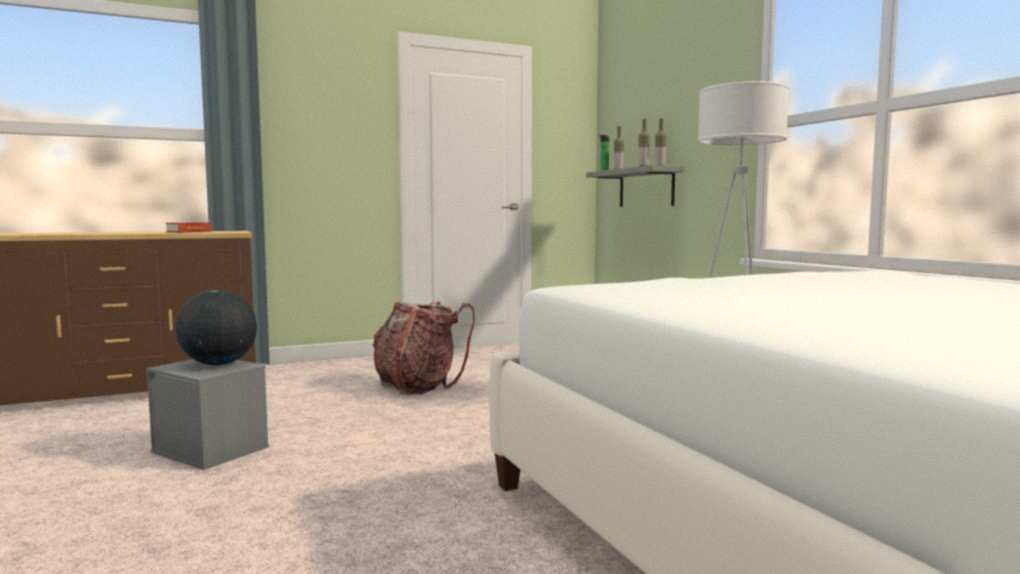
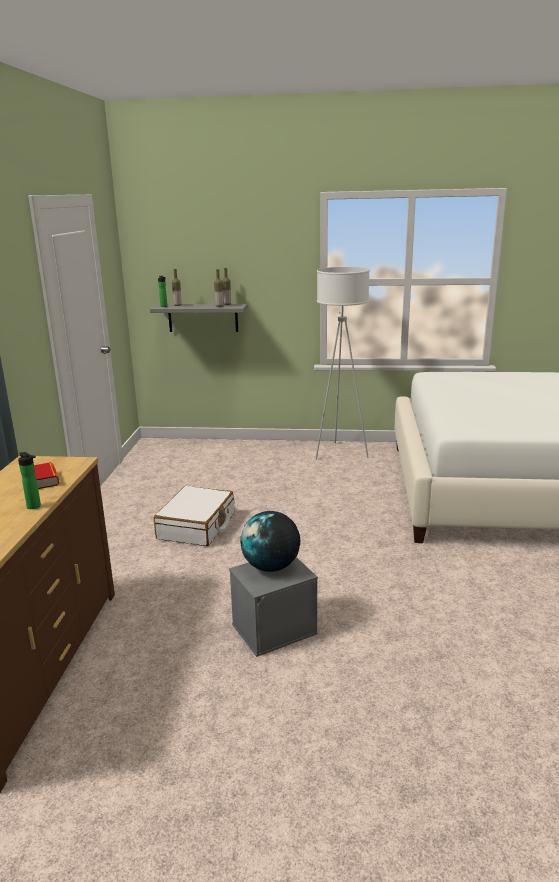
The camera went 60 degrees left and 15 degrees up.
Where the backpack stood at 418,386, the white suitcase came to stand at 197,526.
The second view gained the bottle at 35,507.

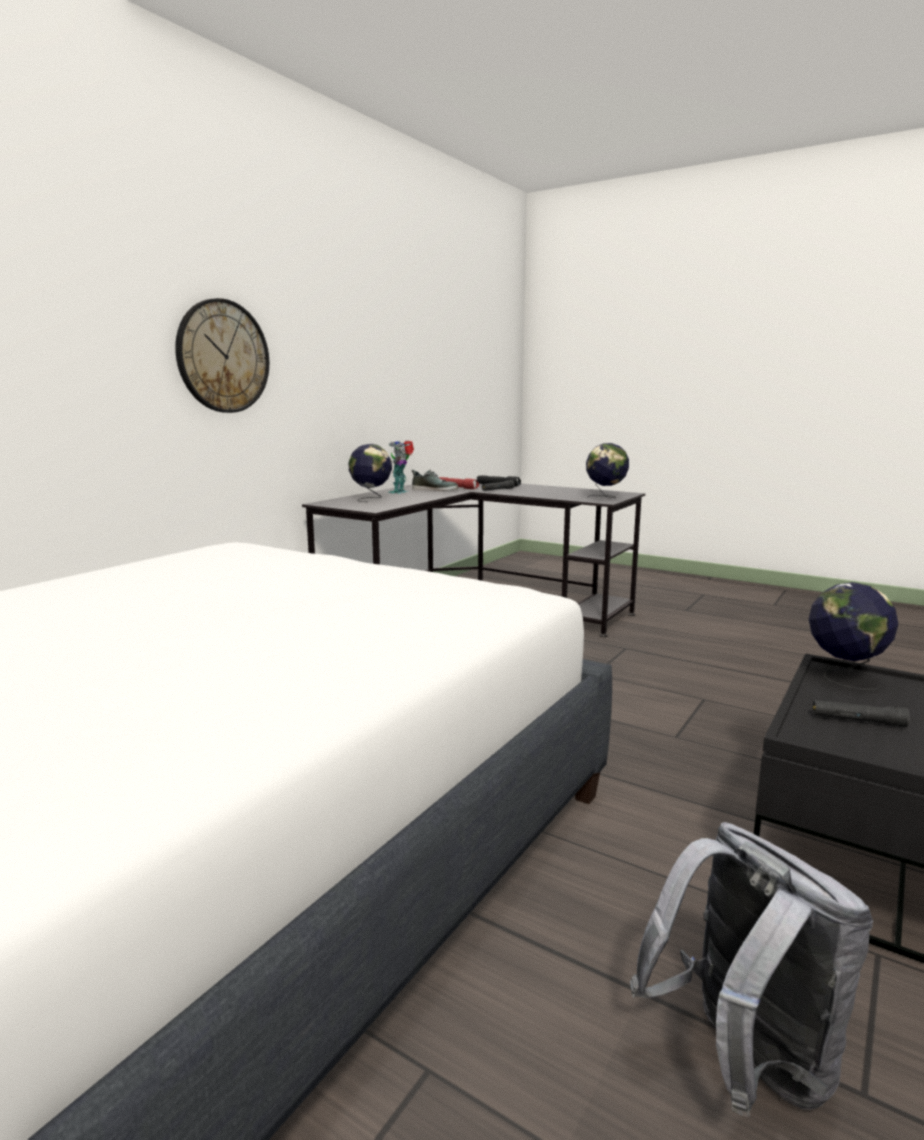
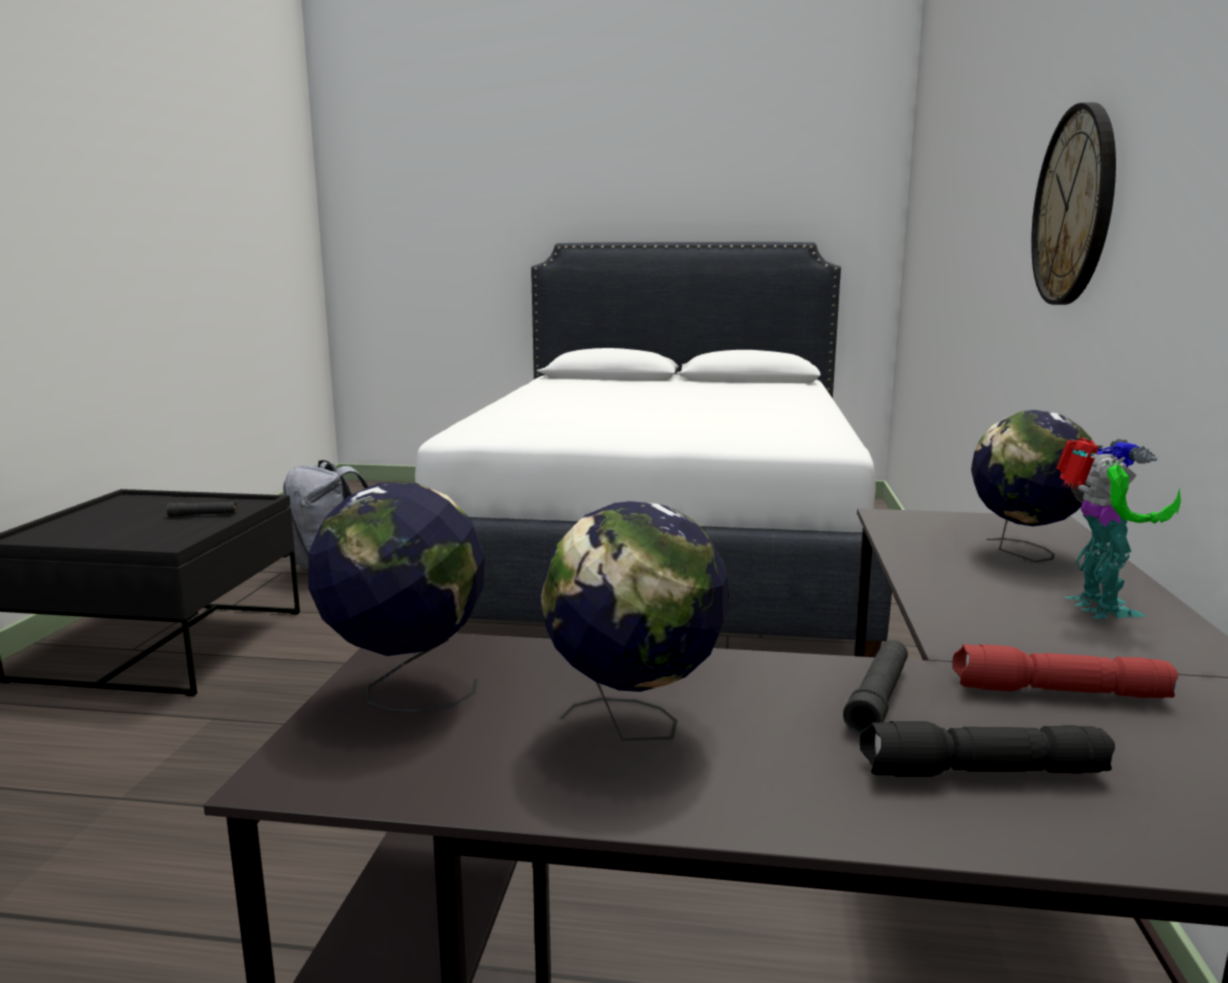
The camera went 155 degrees right and 0 degrees up.
The second view lost the shoe at 435,489.
The globe ended up elsewhere, having gone from 843,677 to 634,726.

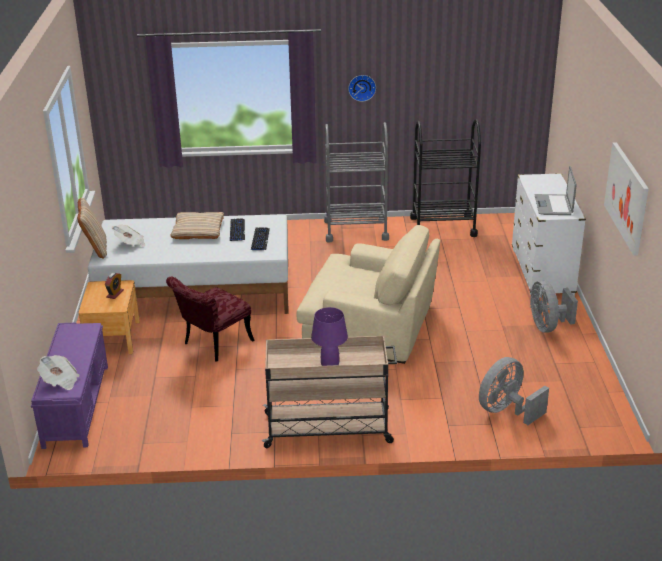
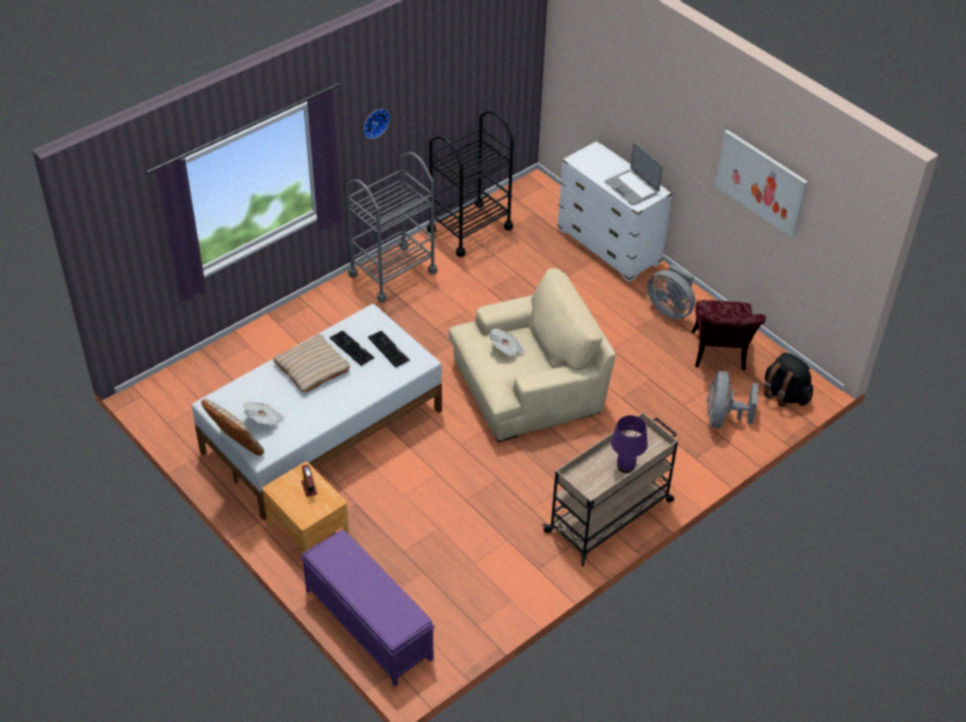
The camera went 40 degrees left and 15 degrees up.
The newspaper ended up elsewhere, having gone from 60,381 to 506,349.
The red chair ended up elsewhere, having gone from 213,345 to 719,356.
The second view gained the black backpack at 784,394.

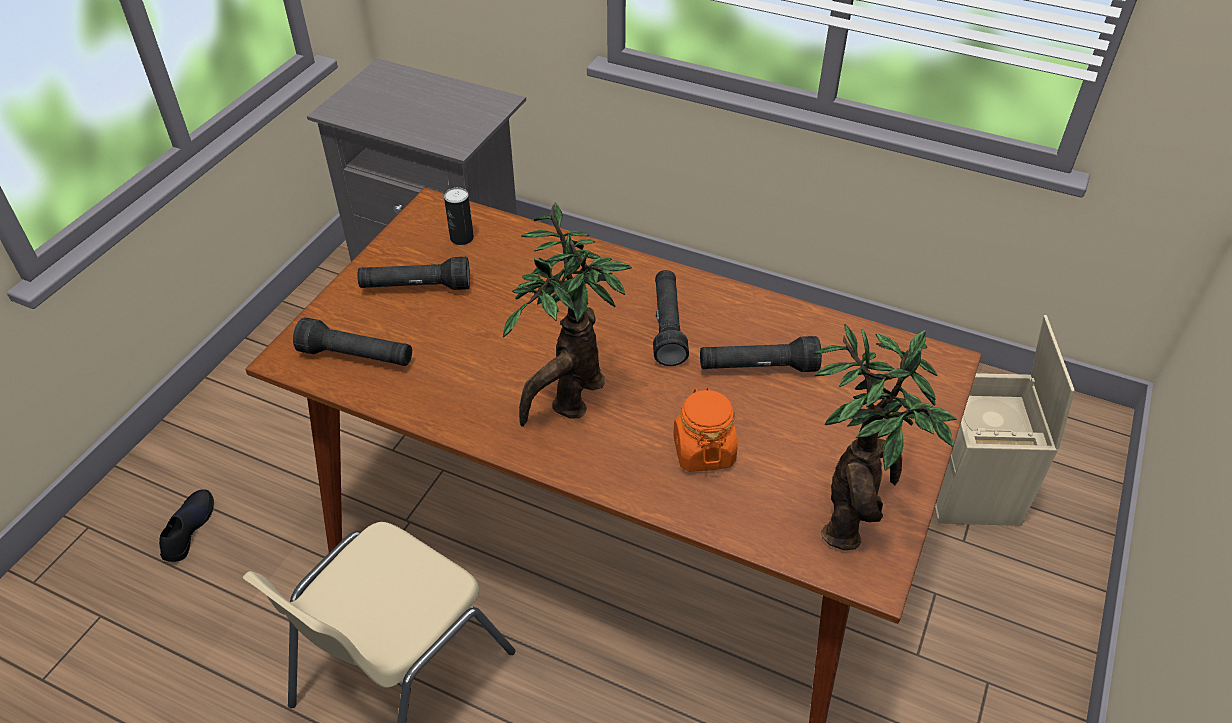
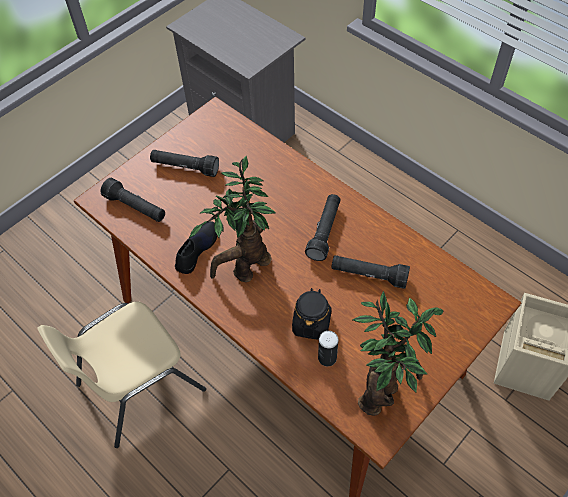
The camera went 20 degrees right and 10 degrees up.
The black shoe ended up elsewhere, having gone from 188,529 to 196,249.
The can ended up elsewhere, having gone from 462,238 to 327,358.
What was the orange jar at 703,451 turned into the black jar at 311,323.

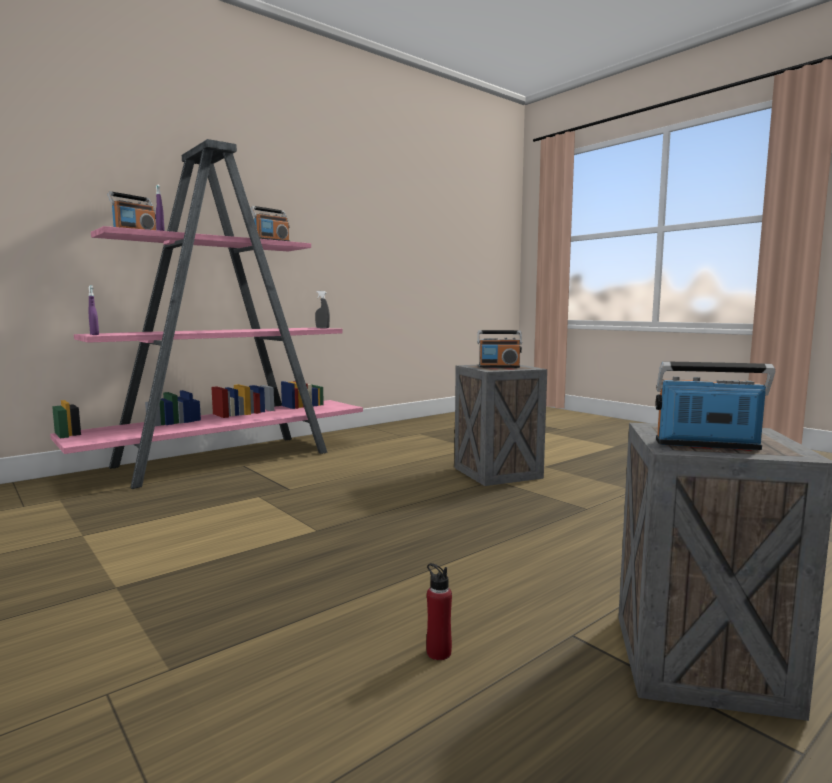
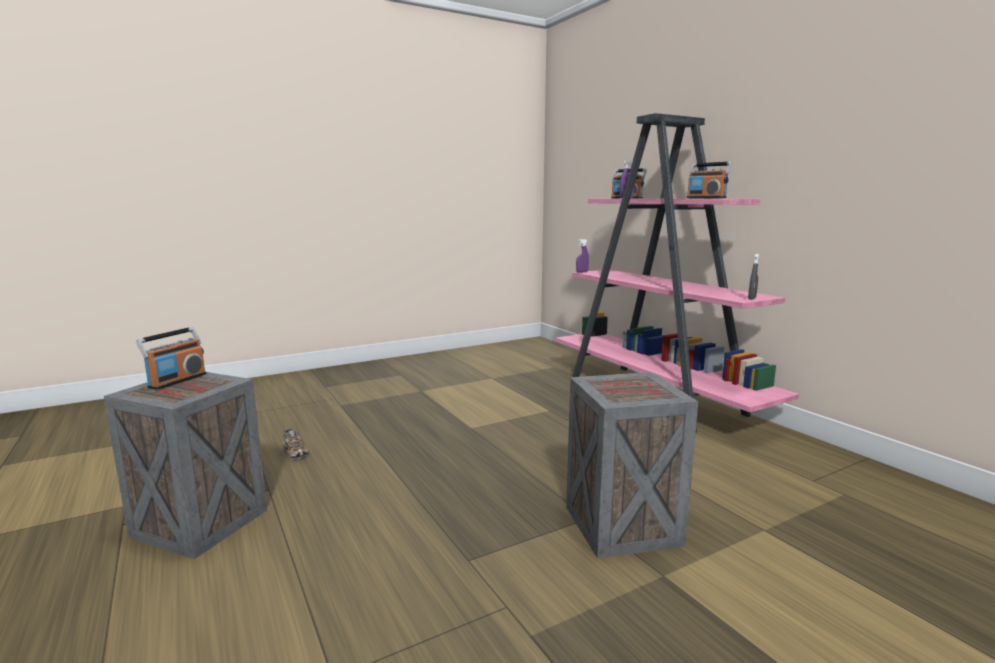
The camera went 100 degrees right and 5 degrees up.
Where the red bottle stood at 438,652, the shoe came to stand at 295,452.
The second view lost the radio at 499,367.

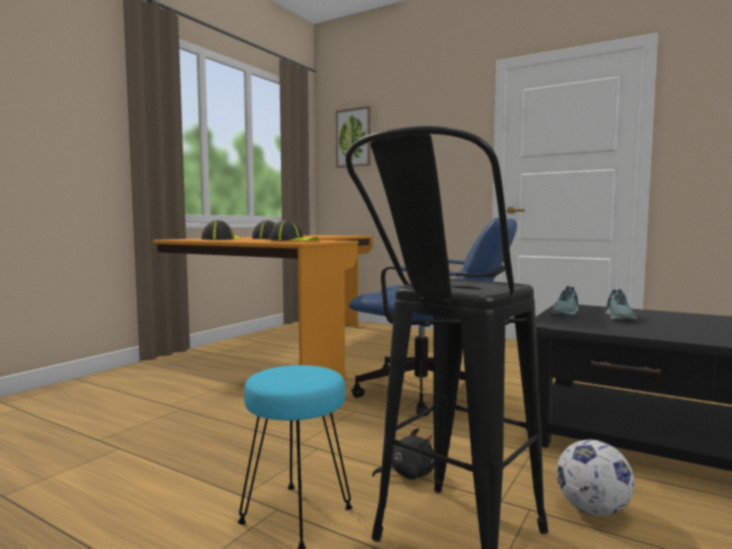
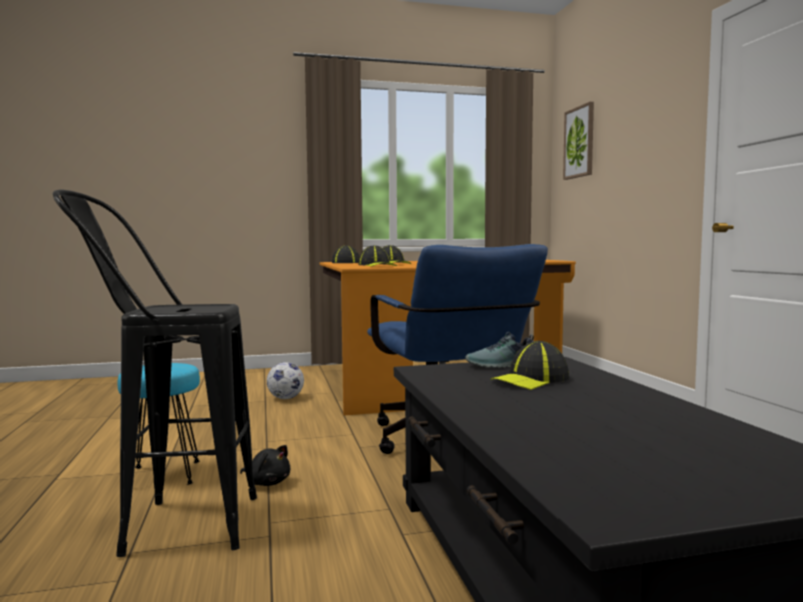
The camera went 45 degrees right and 0 degrees up.
The football ended up elsewhere, having gone from 593,510 to 286,398.
Where the shoe stood at 620,317, the cap came to stand at 530,379.

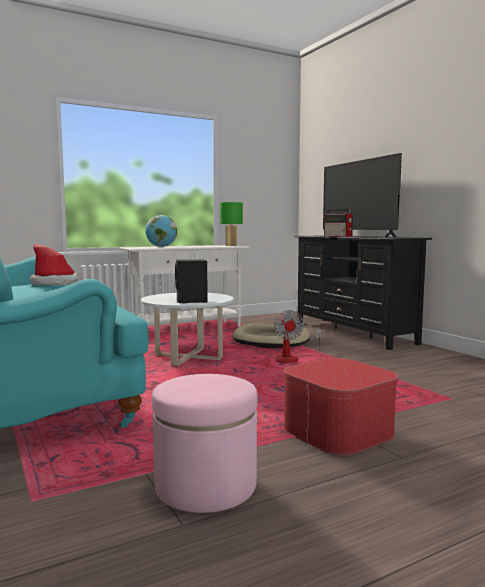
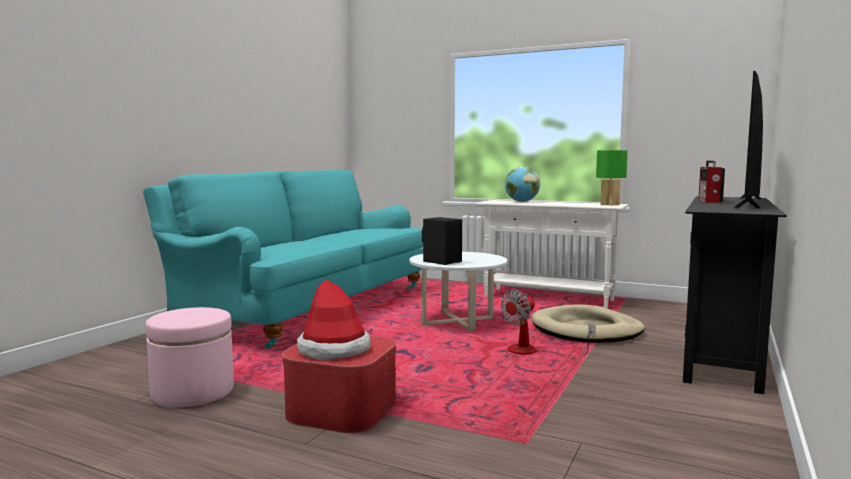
The camera went 55 degrees right and 0 degrees up.
The hat ended up elsewhere, having gone from 55,283 to 334,349.

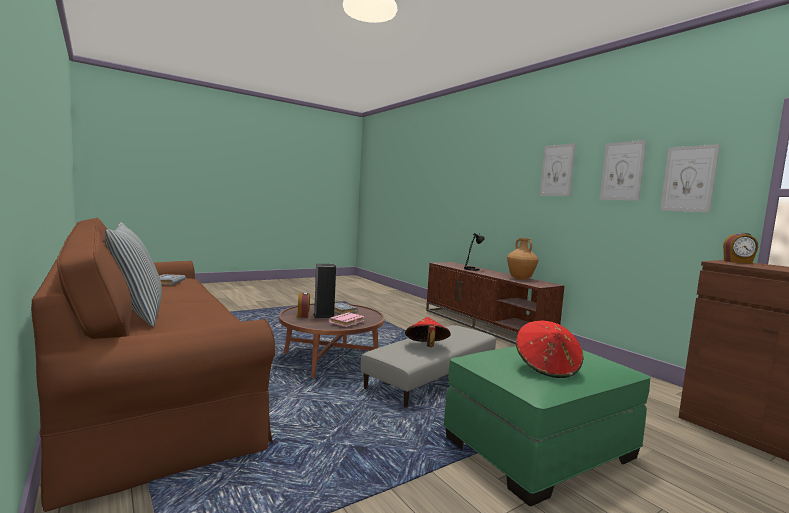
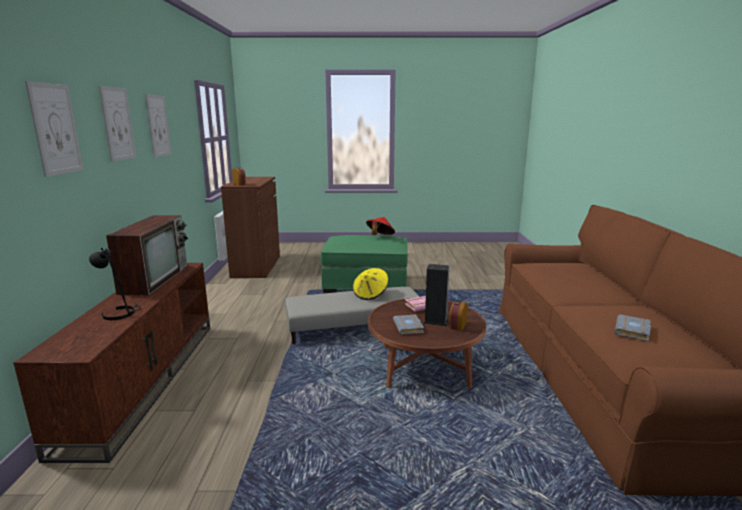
The camera went 145 degrees left and 10 degrees up.
The second view lost the pillow at 136,315.
What was the red hat at 426,347 turned into the yellow hat at 370,294.
Where the brown vase stood at 520,279, the television came to stand at 155,278.
The picture ended up elsewhere, having gone from 688,179 to 55,129.

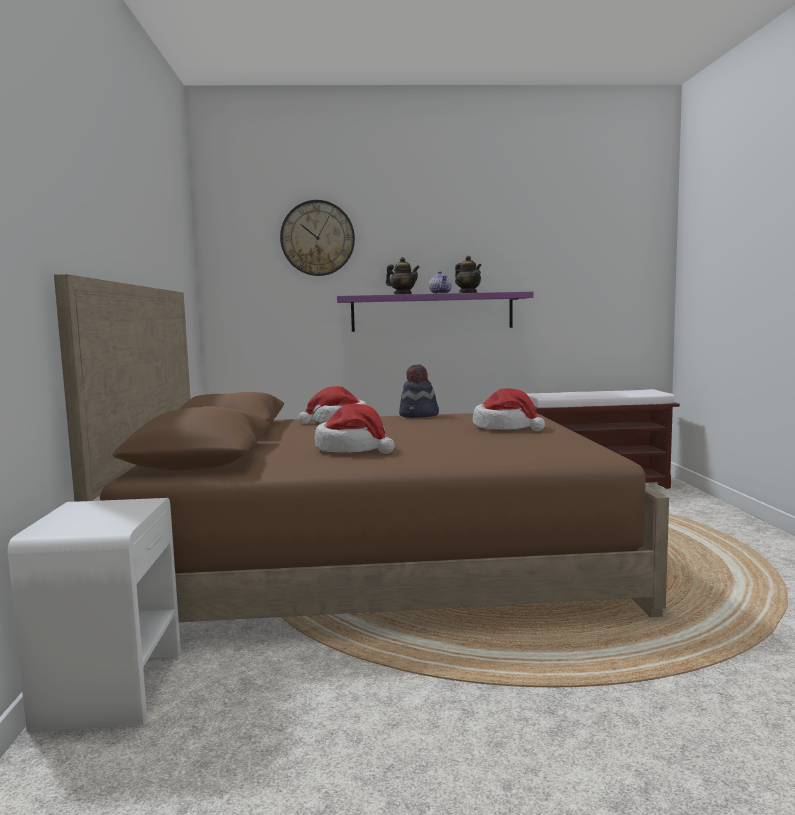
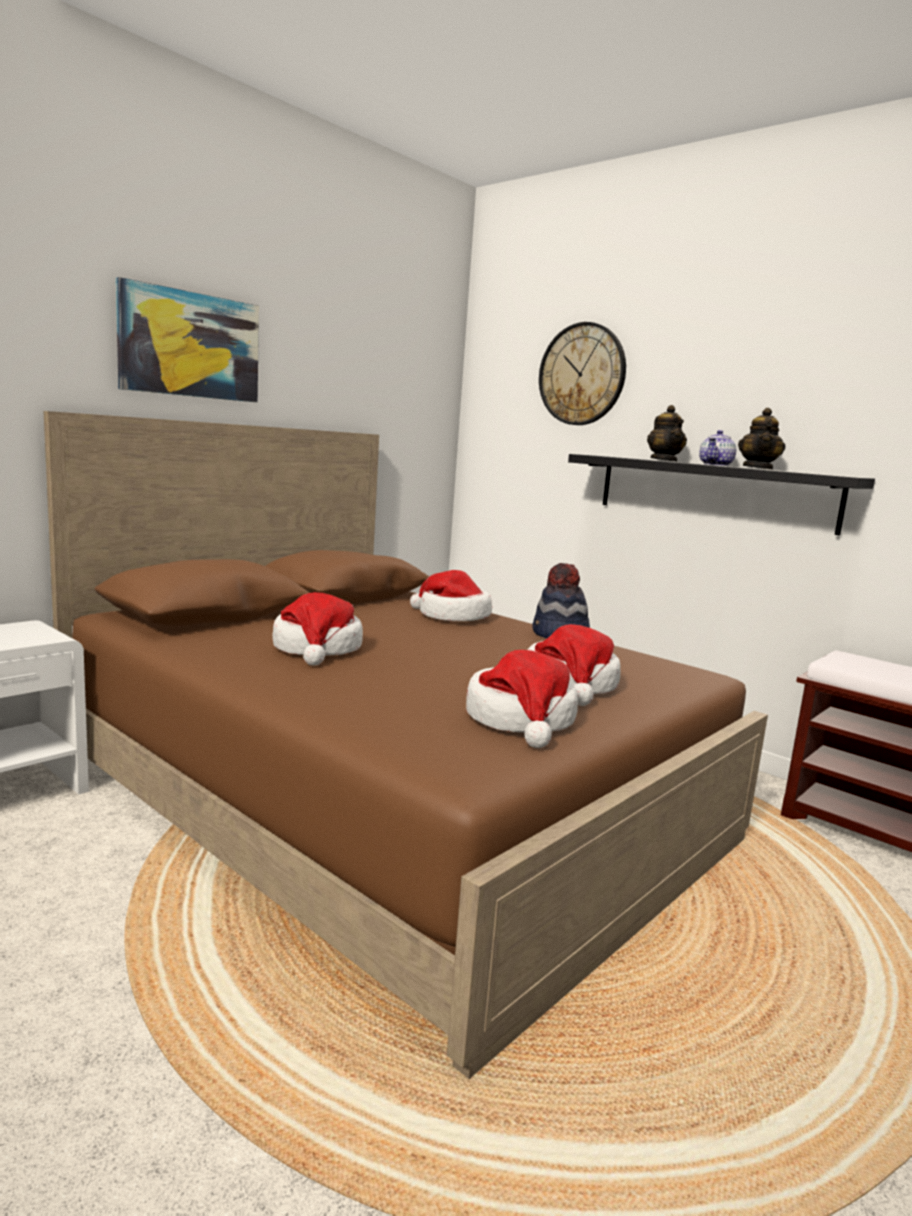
The camera went 45 degrees right and 5 degrees up.
What was the purple shelf at 432,312 turned into the black shelf at 713,492.
The second view gained the picture at 190,345.
The second view gained the hat at 521,720.

